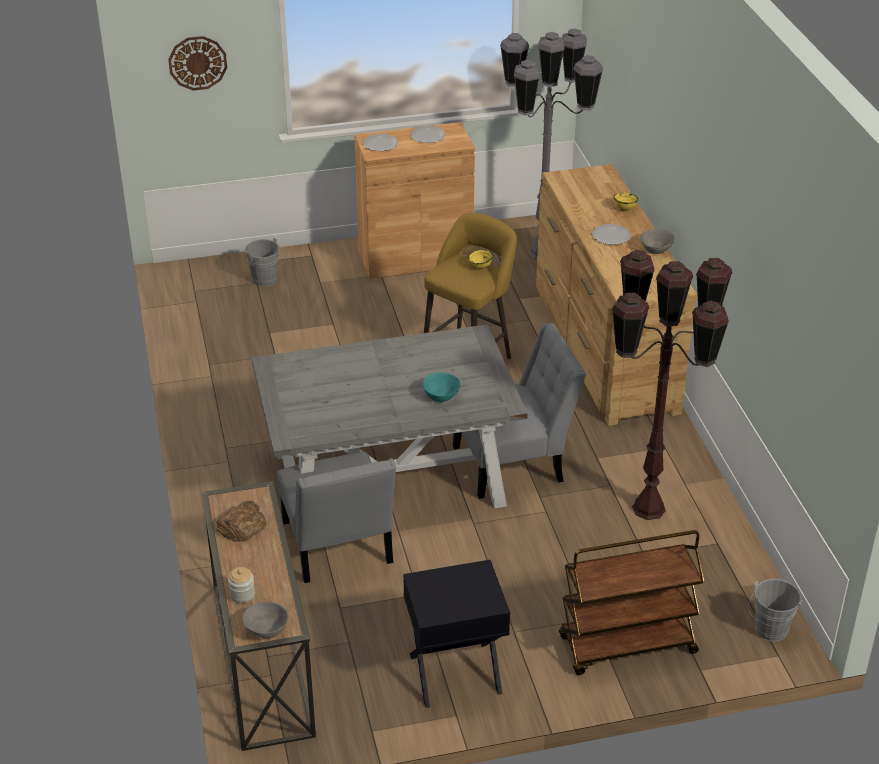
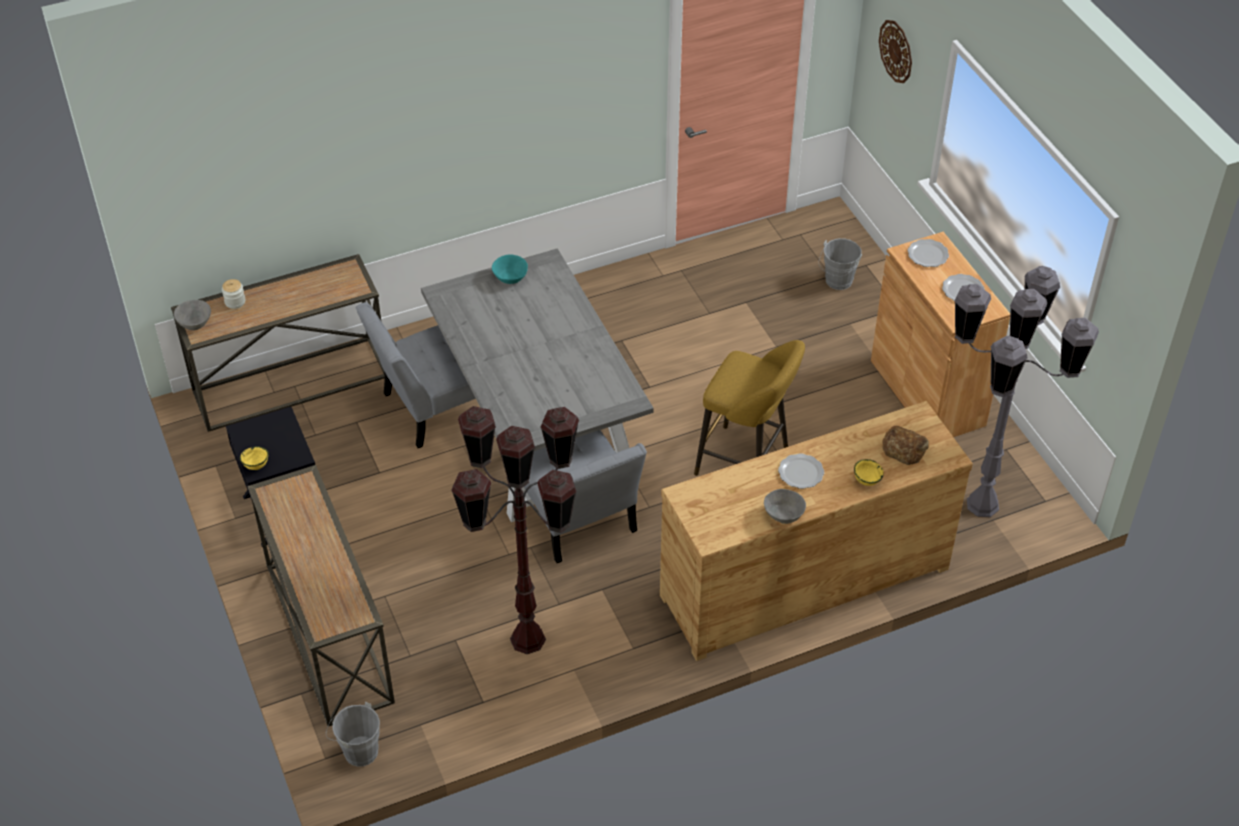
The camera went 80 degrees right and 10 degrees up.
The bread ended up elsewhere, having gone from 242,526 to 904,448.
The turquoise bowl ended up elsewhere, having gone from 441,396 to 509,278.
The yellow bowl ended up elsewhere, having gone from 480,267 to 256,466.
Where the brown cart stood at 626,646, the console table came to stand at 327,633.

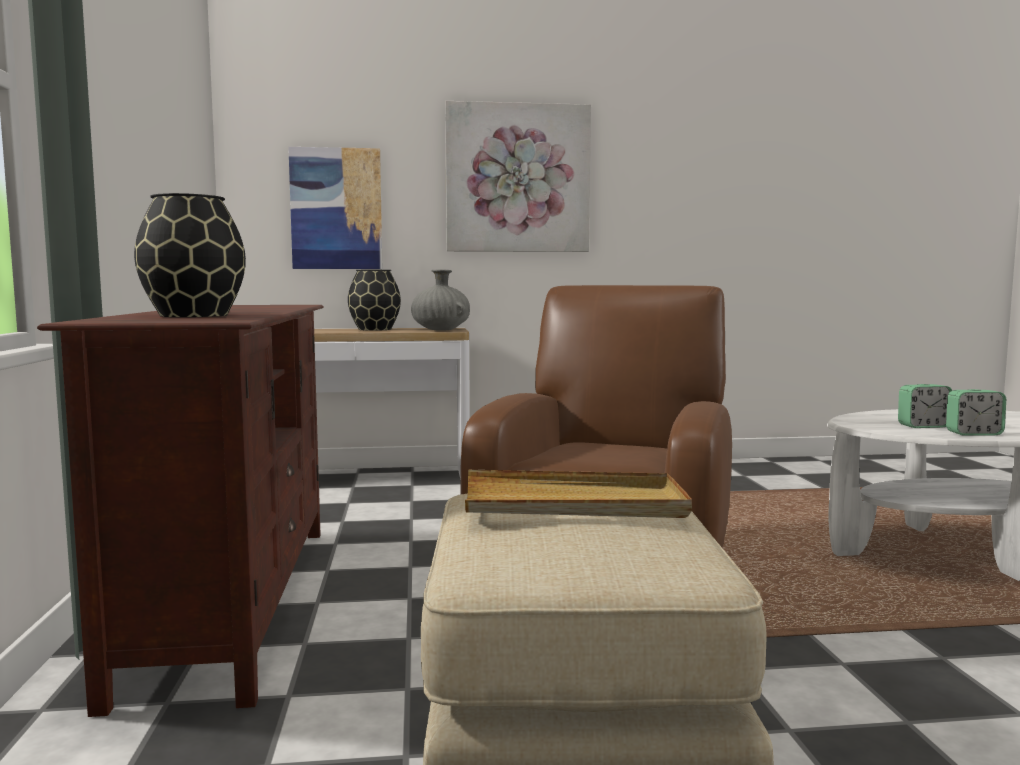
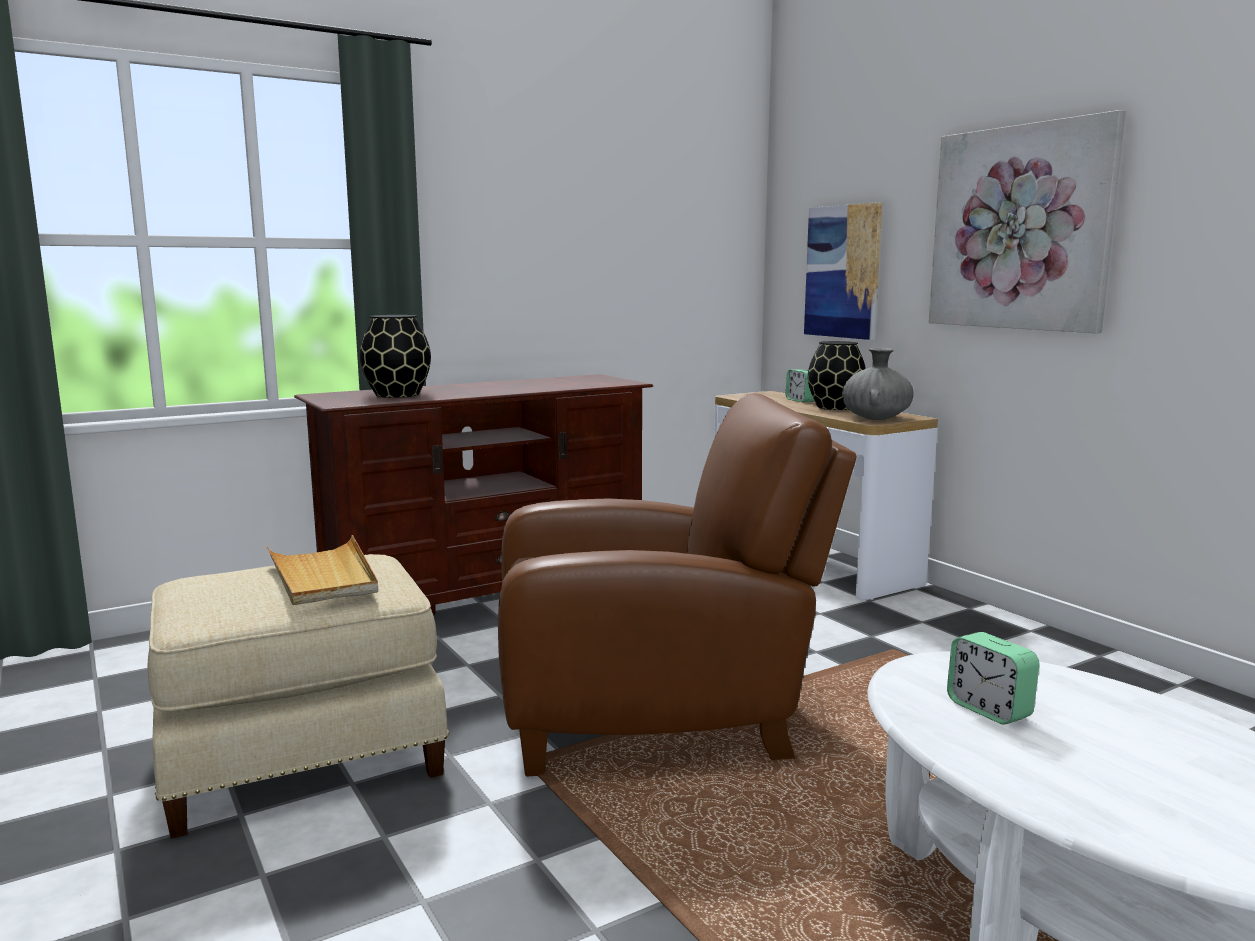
The camera went 65 degrees right and 5 degrees up.
The alarm clock ended up elsewhere, having gone from 973,433 to 801,400.

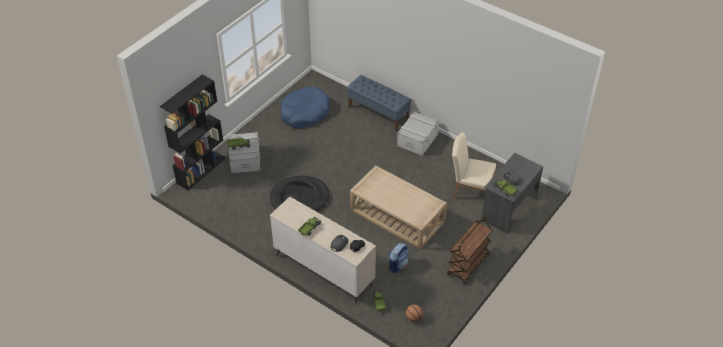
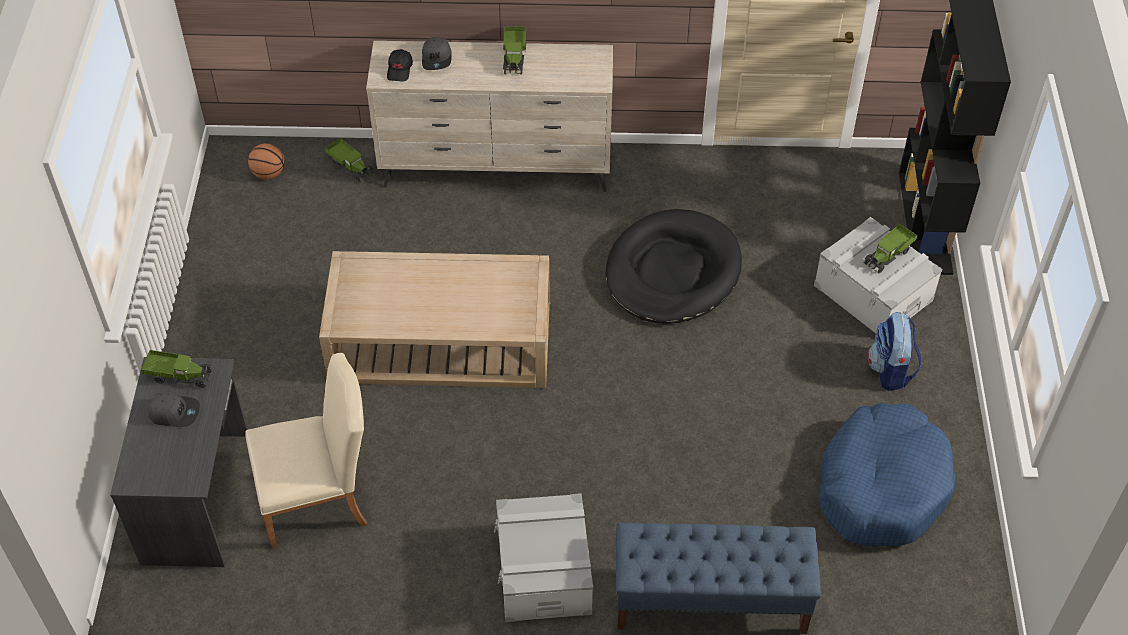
The camera went 145 degrees right and 5 degrees up.
The backpack ended up elsewhere, having gone from 398,265 to 890,370.
The second view lost the brown cart at 468,265.

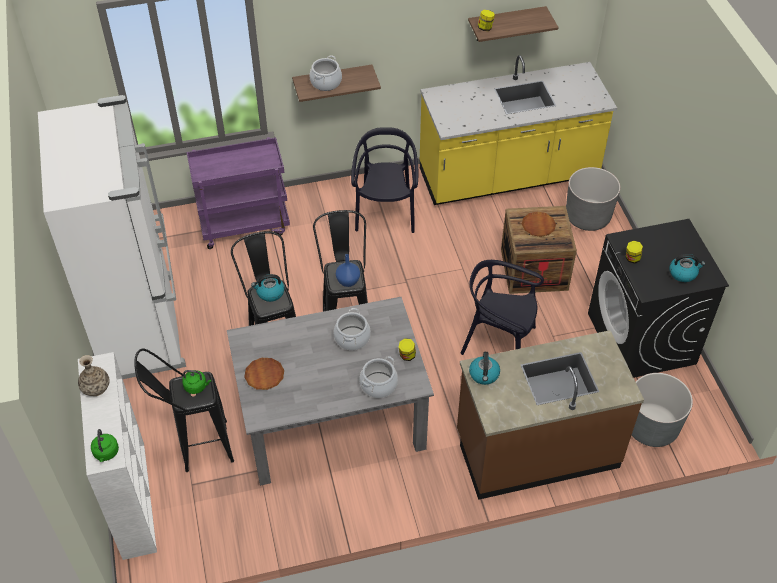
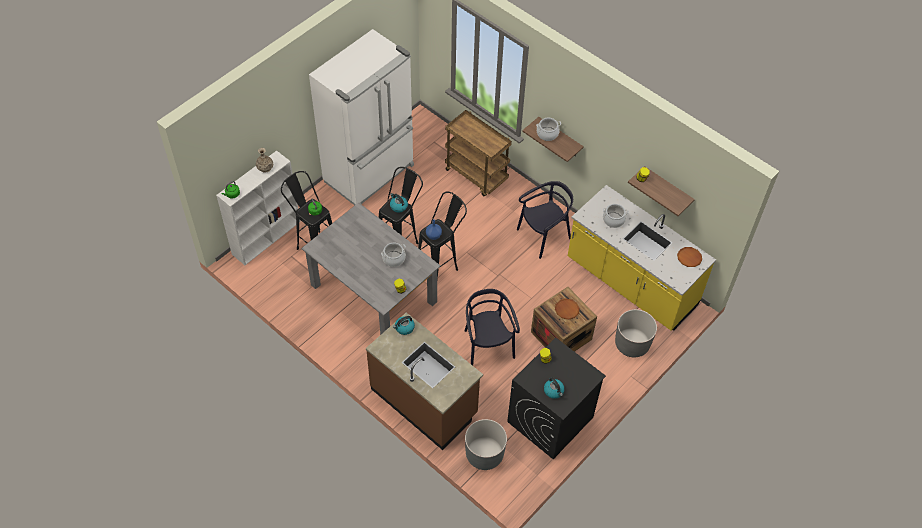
The camera went 55 degrees right and 5 degrees up.
What was the purple cart at 245,225 turned into the brown cart at 477,175.
The brown plate ended up elsewhere, having gone from 264,375 to 689,258.
The cooking pot ended up elsewhere, having gone from 378,385 to 613,220.

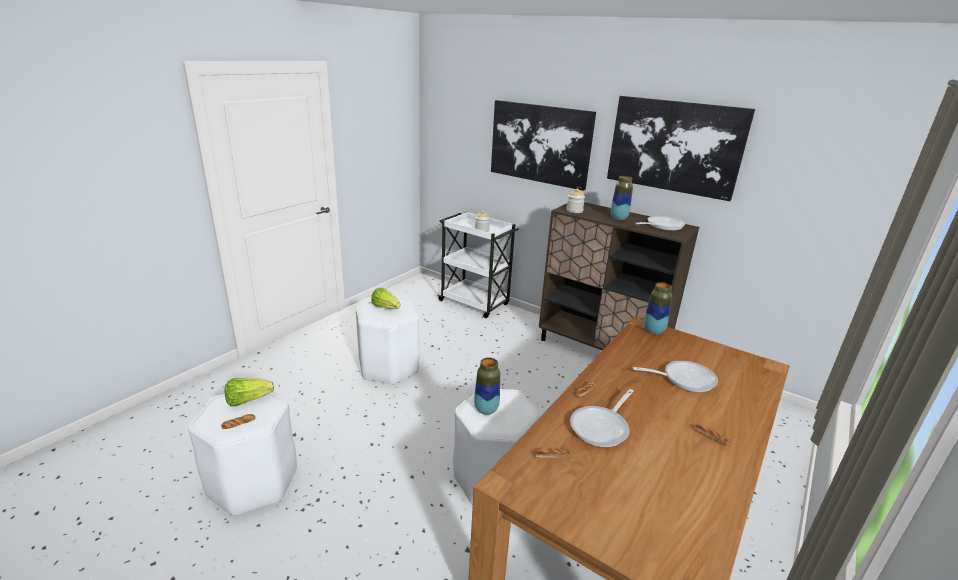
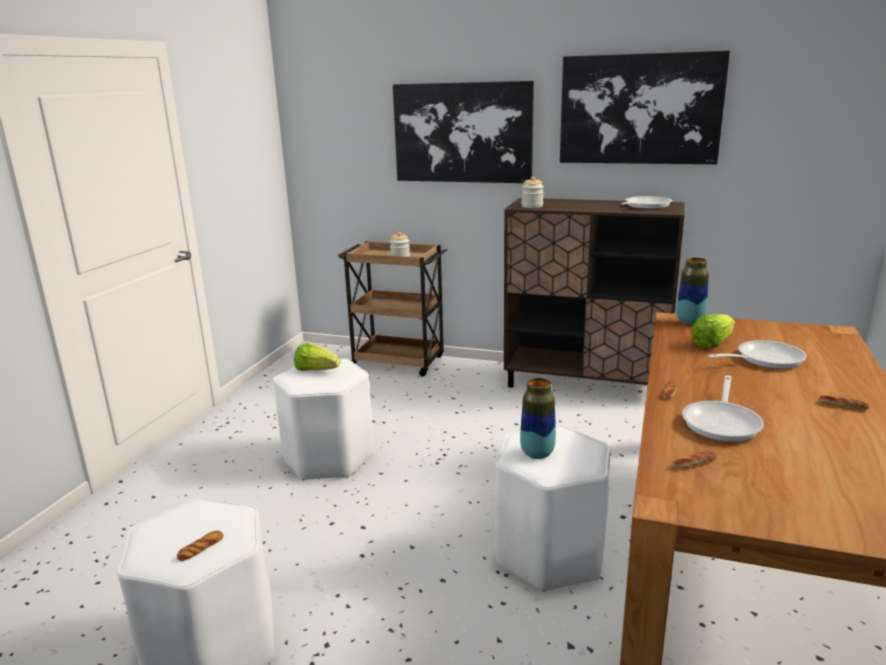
The camera went 15 degrees left and 5 degrees down.
The lettuce ended up elsewhere, having gone from 248,400 to 712,343.
What was the white cart at 475,303 turned into the brown cart at 399,362.
The second view lost the vase at 618,218.

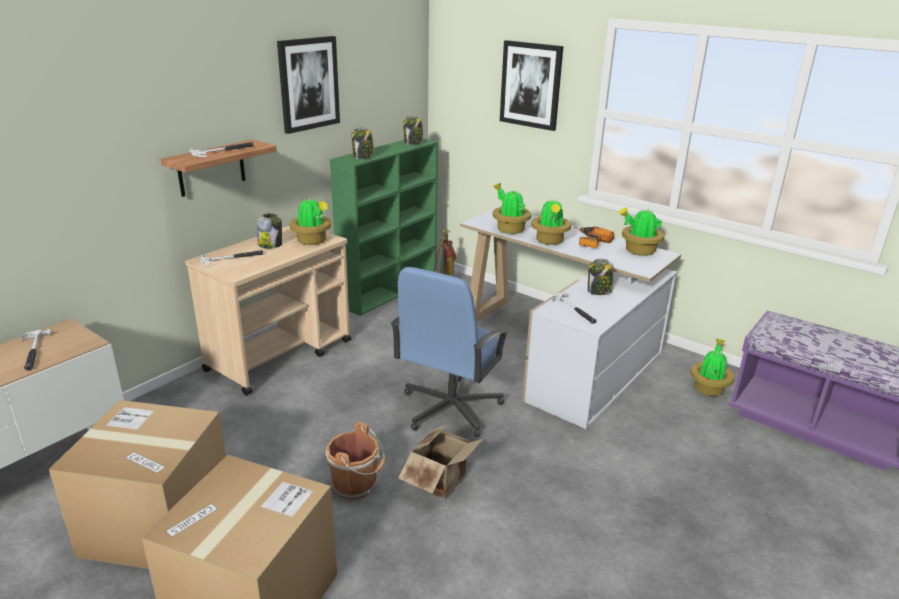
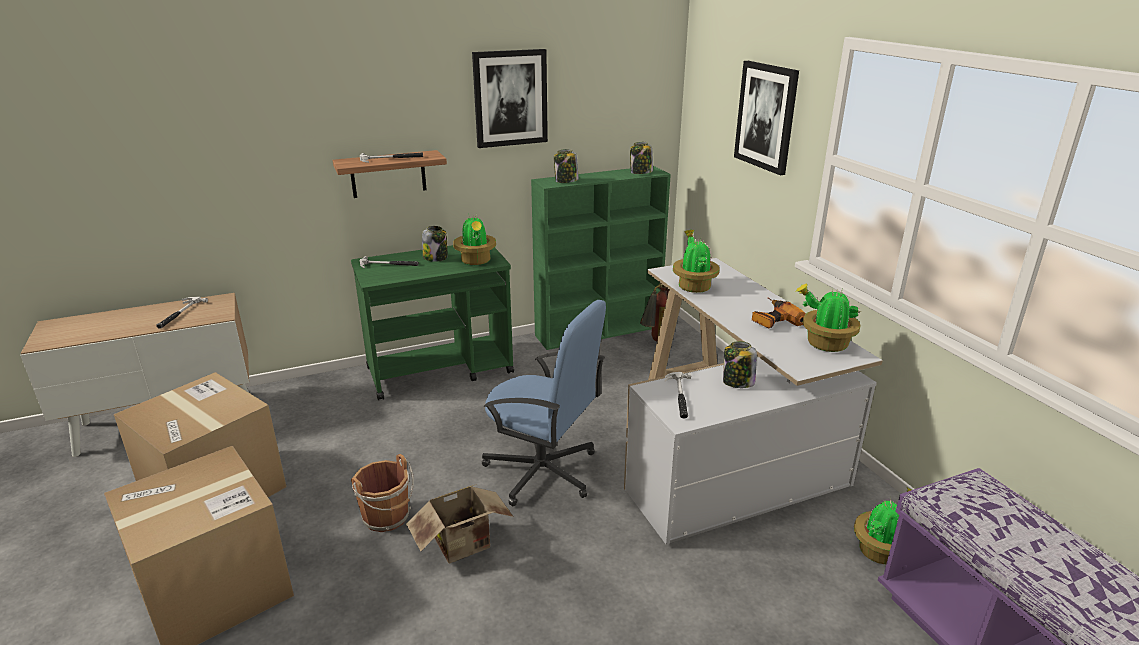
The camera went 30 degrees right and 0 degrees up.
What was the beige cart at 281,355 turned into the green cart at 441,370.
The blue office chair at 449,409 ended up facing another way, 120 degrees counterclockwise from before.
The second view lost the potted plant at 549,241.

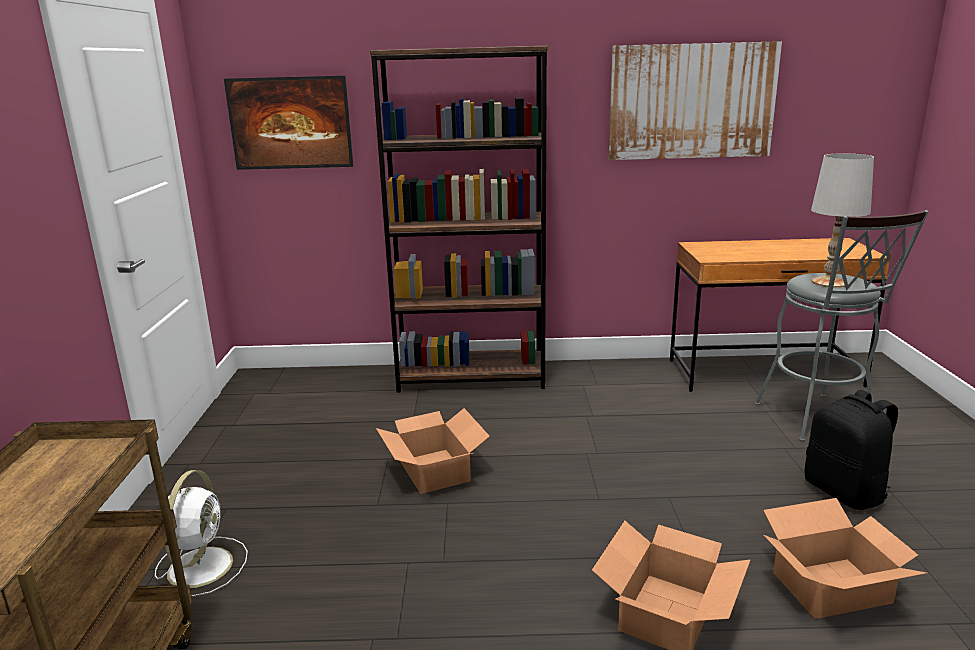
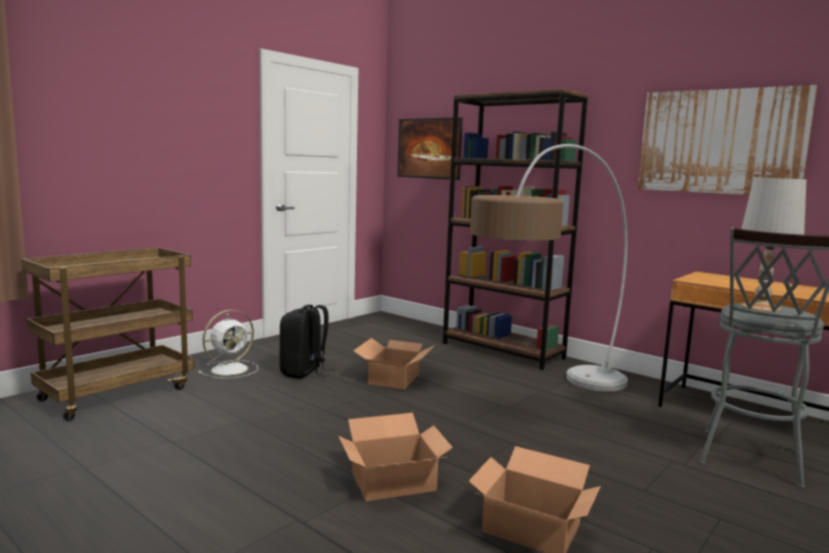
The camera went 40 degrees right and 10 degrees down.
The black backpack ended up elsewhere, having gone from 845,492 to 304,372.
The second view gained the floor lamp at 545,398.

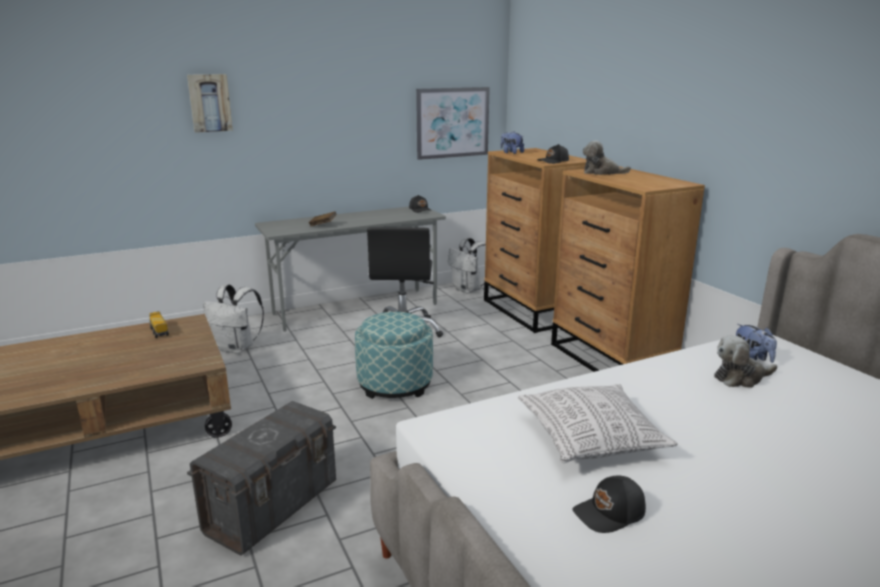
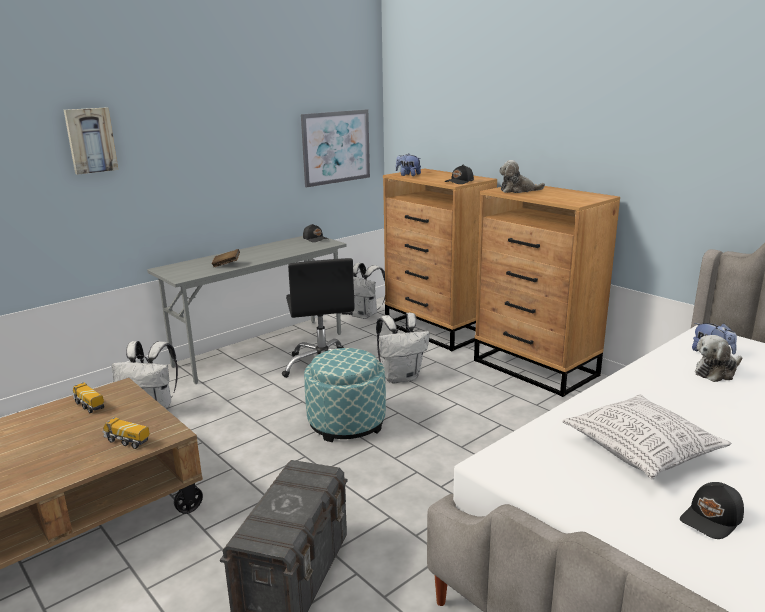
The camera went 15 degrees left and 0 degrees up.
The second view gained the toy truck at 127,441.
The second view gained the white backpack at 401,377.

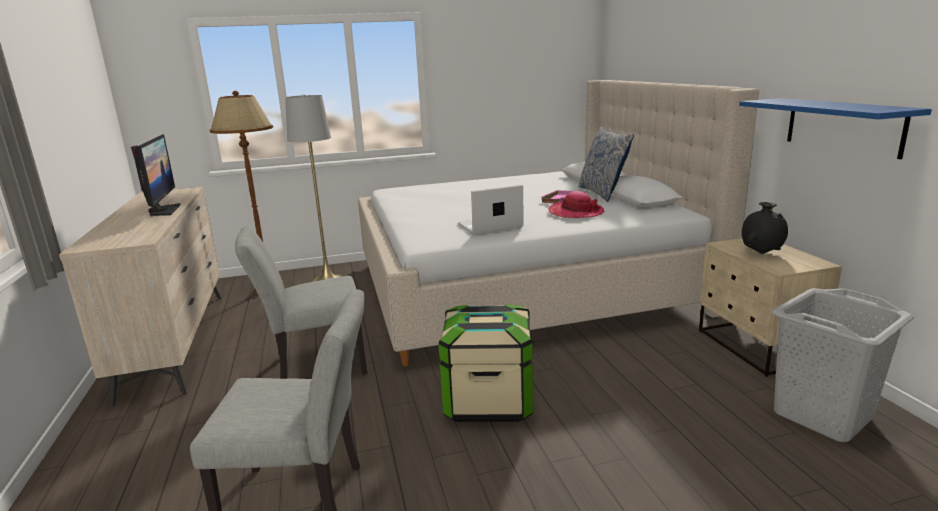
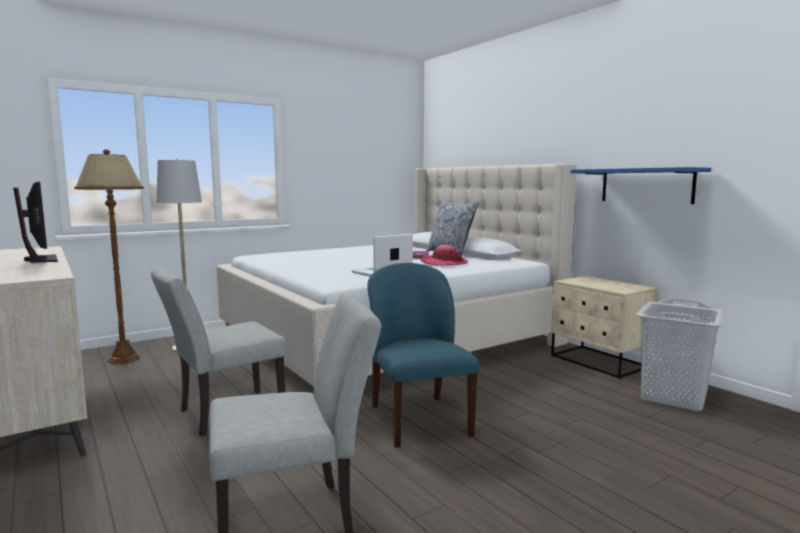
The camera went 20 degrees left and 10 degrees down.
Where the storage box stood at 489,400, the blue chair came to stand at 418,420.
The second view lost the black vase at 761,253.

